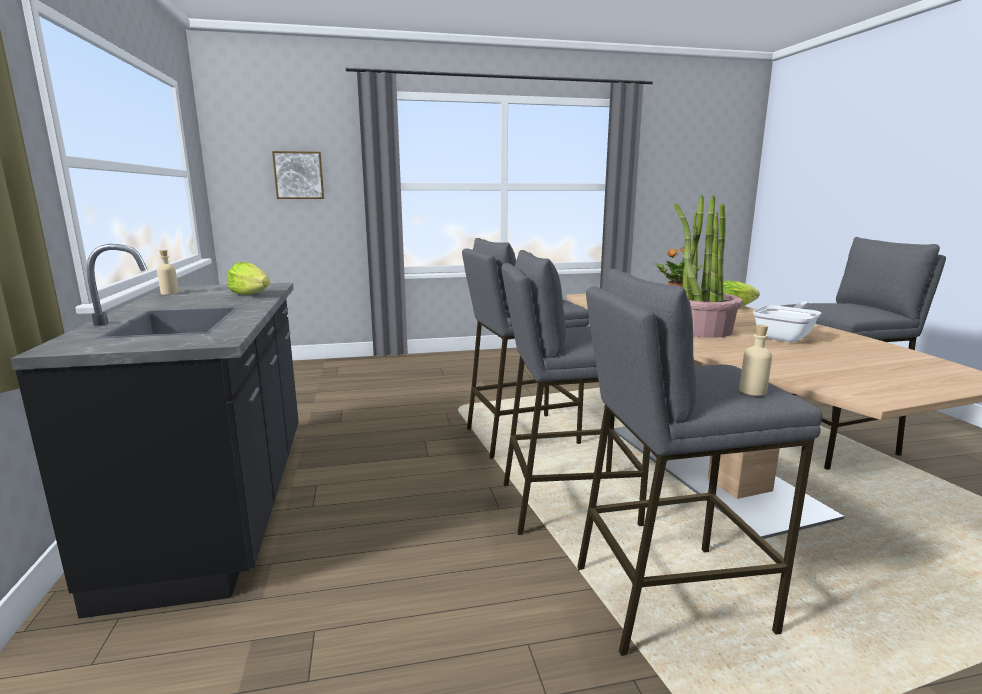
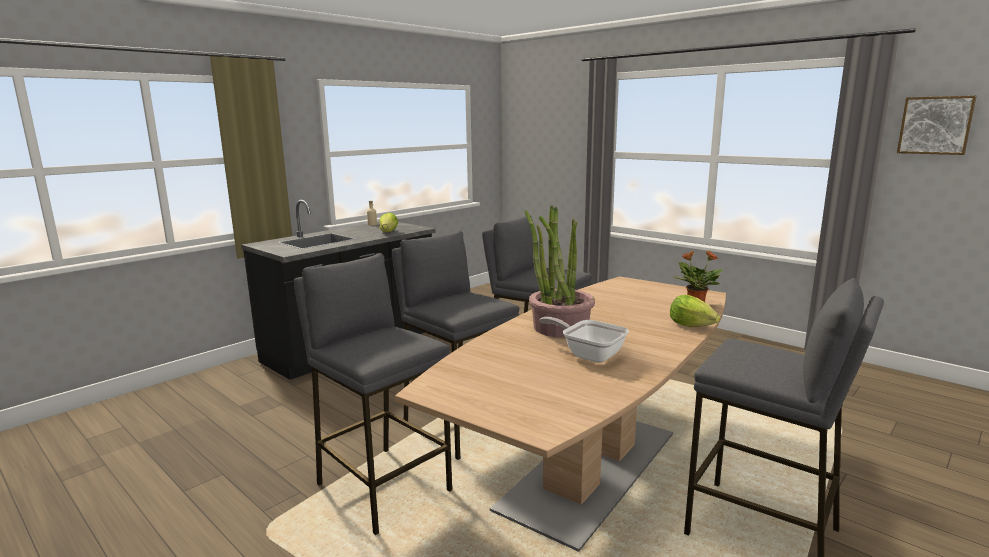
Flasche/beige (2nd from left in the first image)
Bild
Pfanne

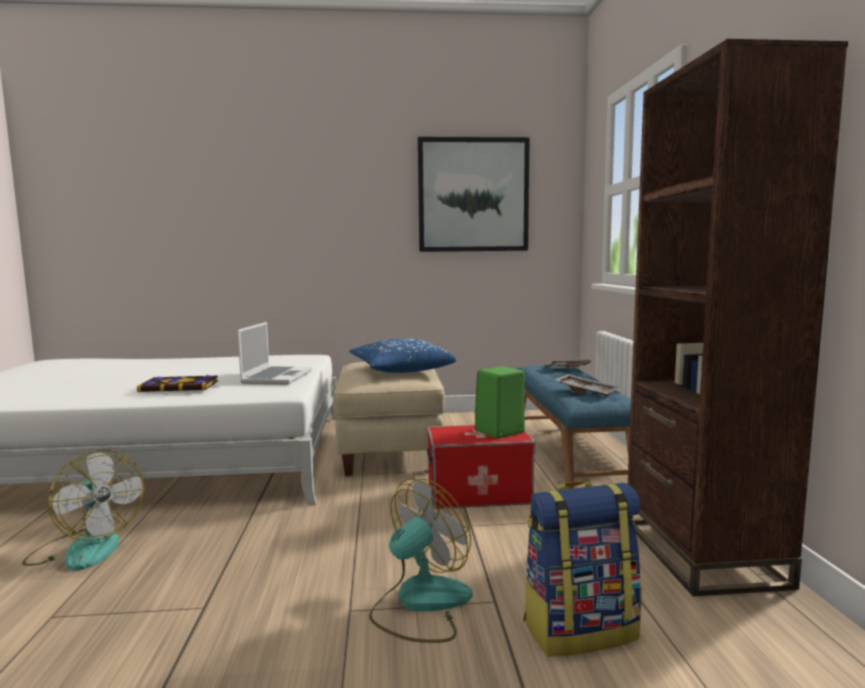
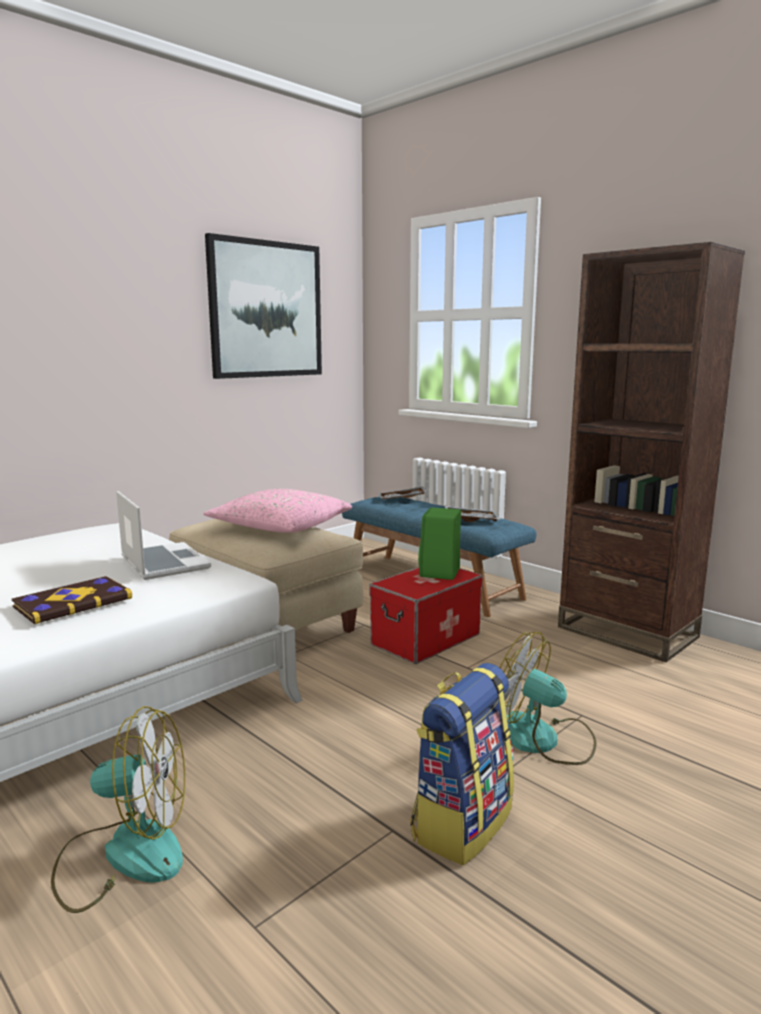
Rucksack
Kissen/rosa
Ventilator (2nd from left)

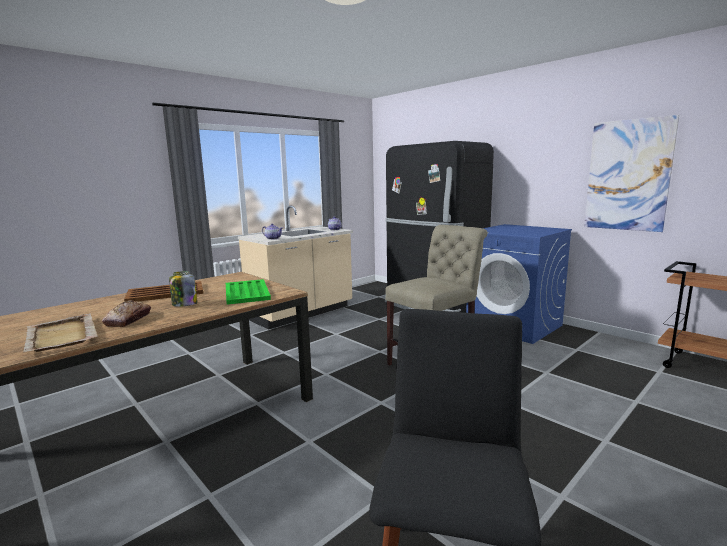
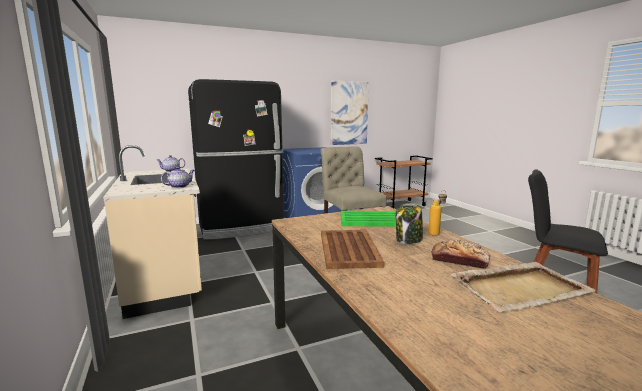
Flasche

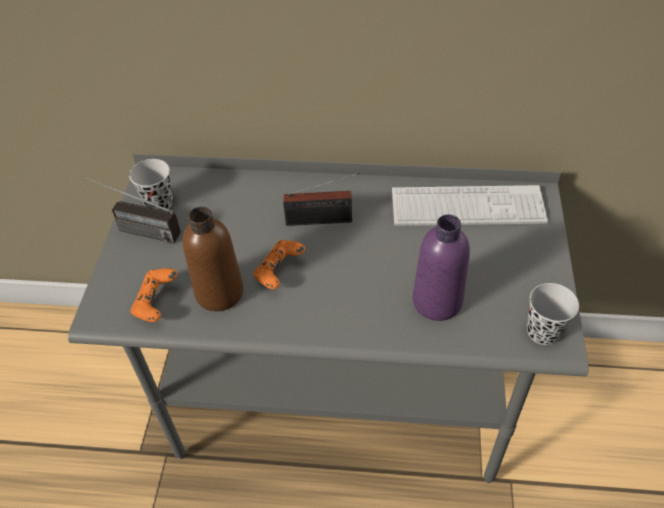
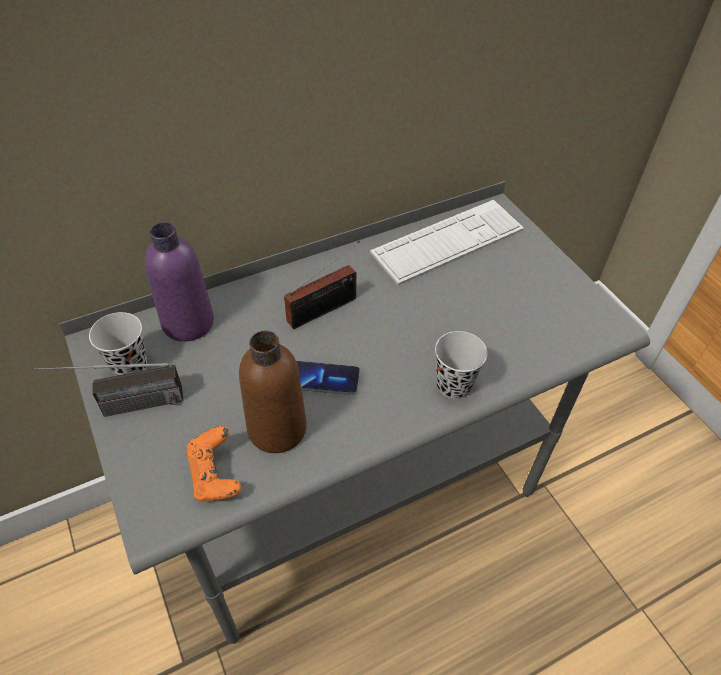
Flasche/lila
Tasse/schwarz (2nd from left)
Handy

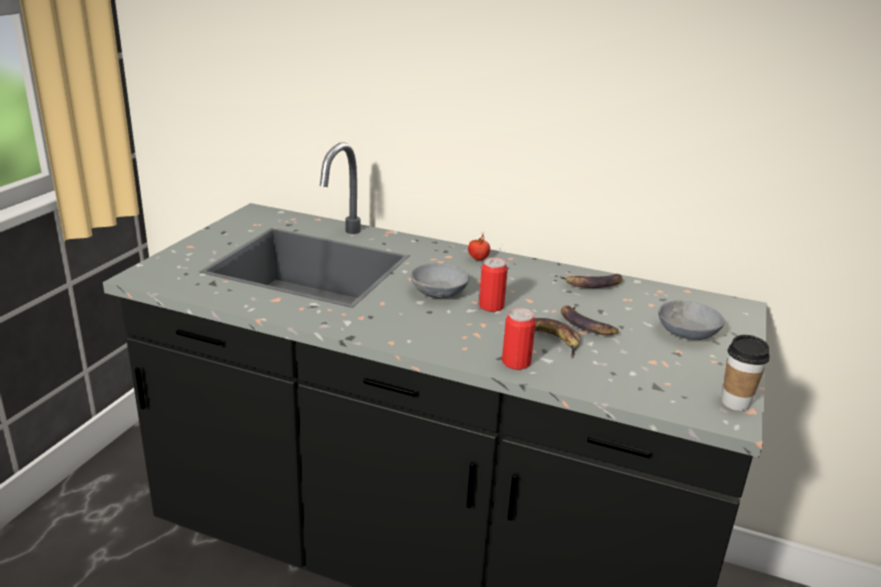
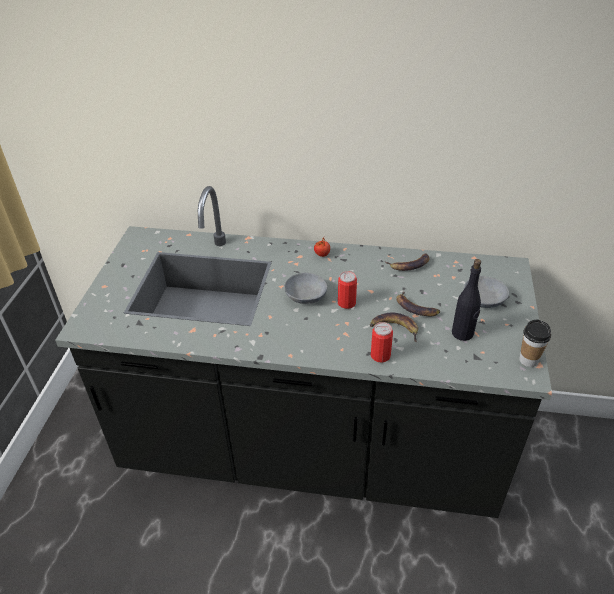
Flasche/schwarz

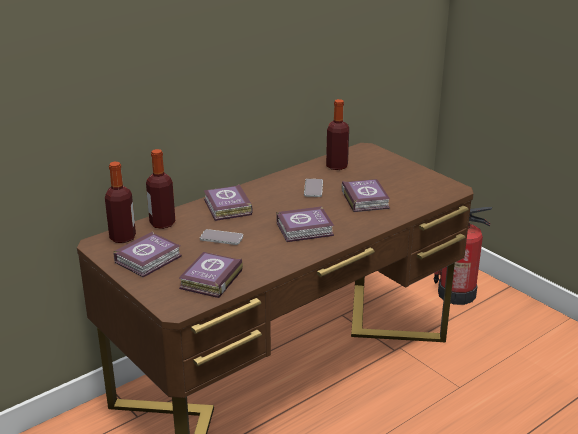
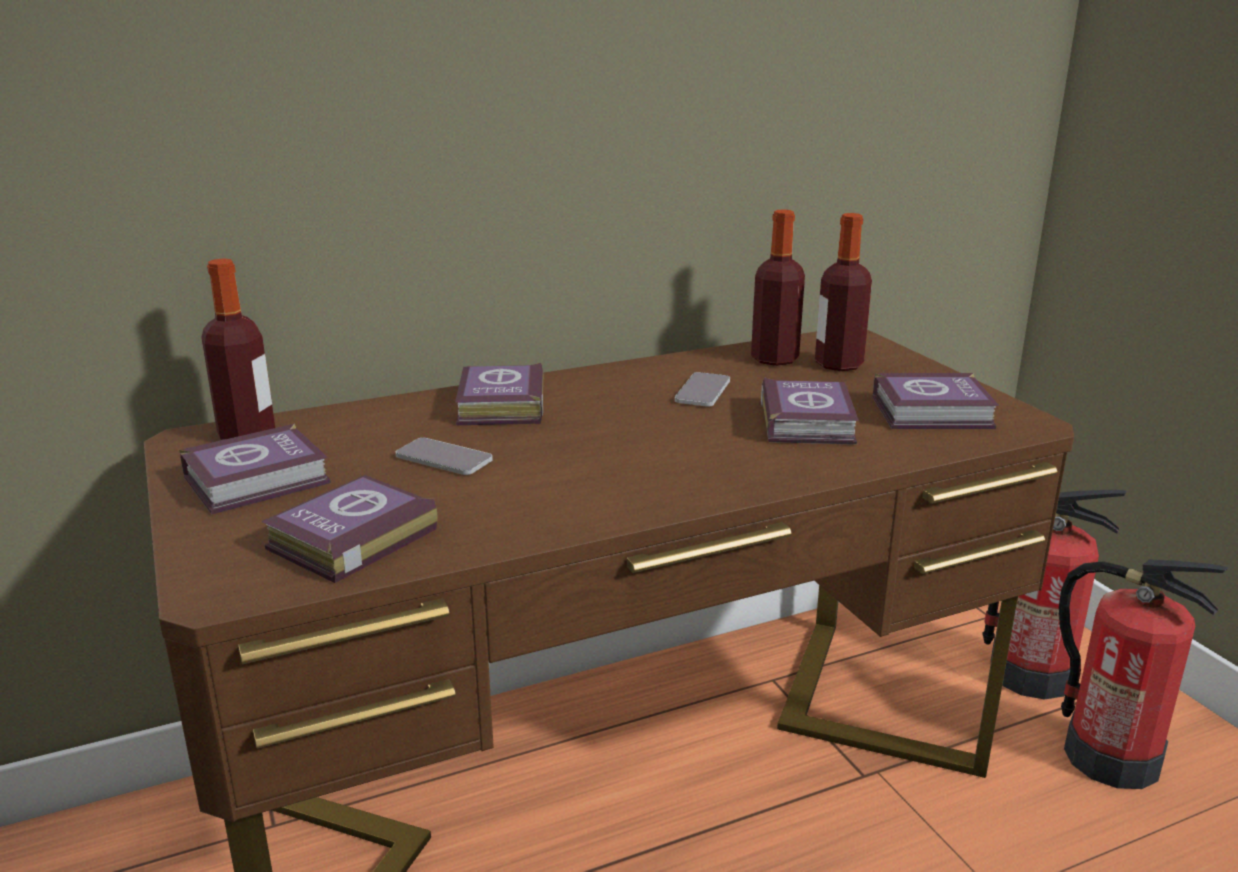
Feuerlöscher (2nd from left)
Flasche (3rd from left)
Buch (5th from left)

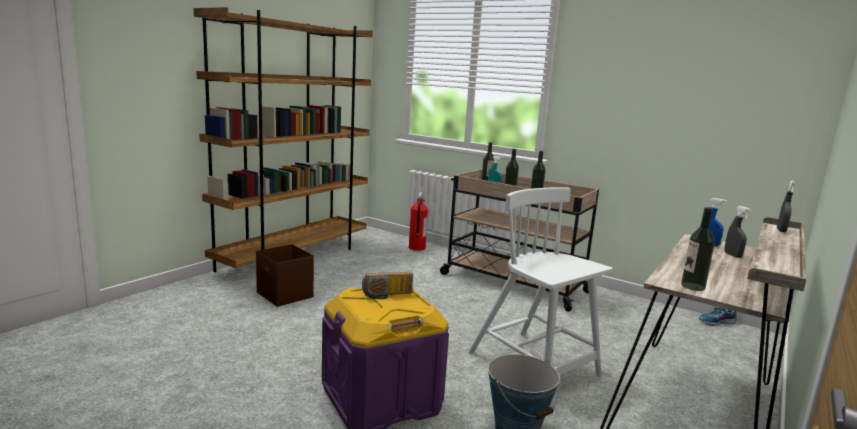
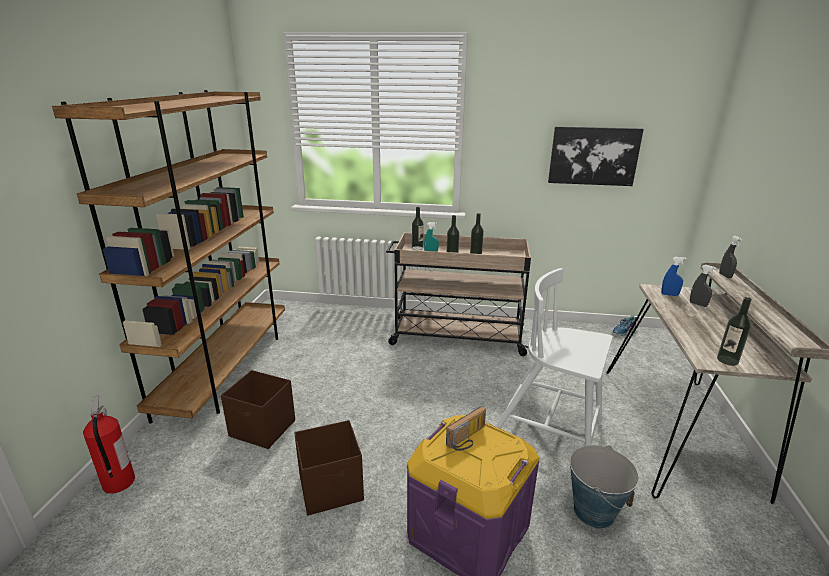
Aufbewahrungsbox/braun (2nd from left)
Bild
Feuerlöscher

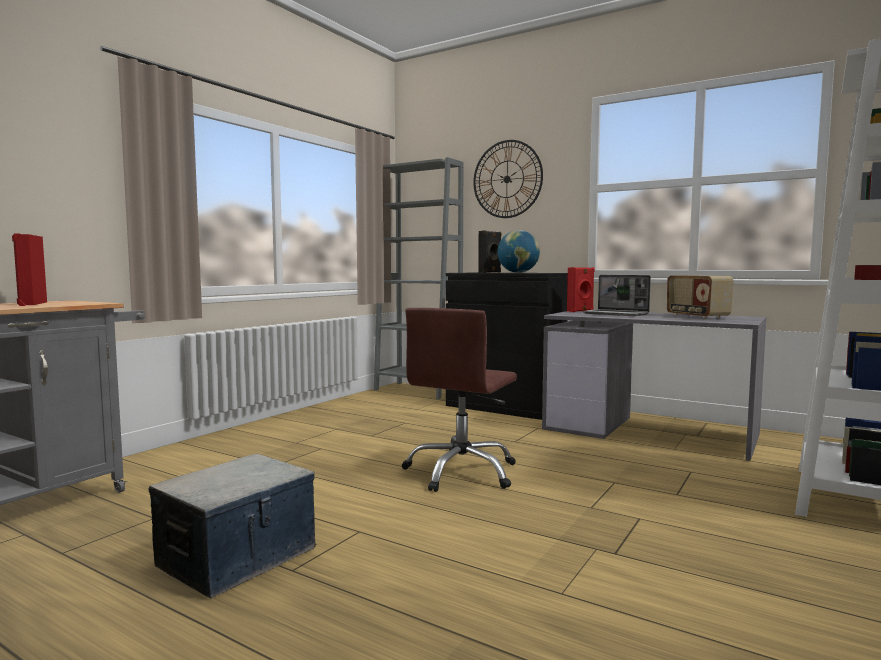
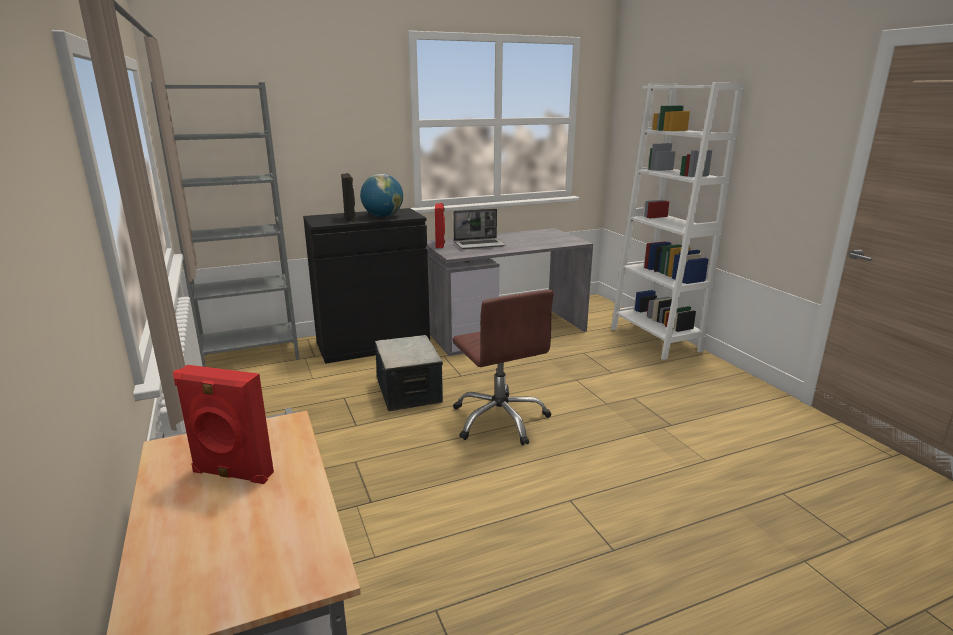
Wanduhr
Radio
Aufbewahrungsbox

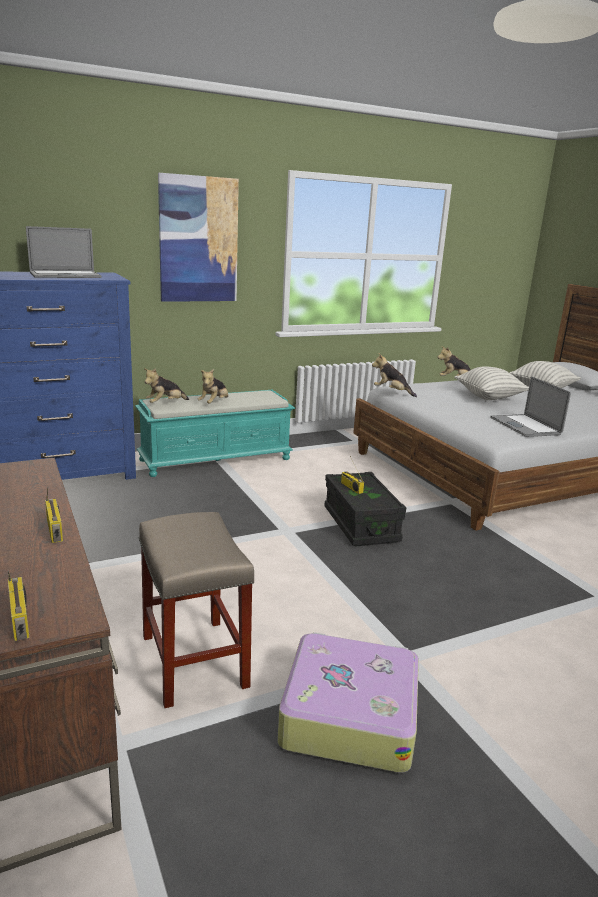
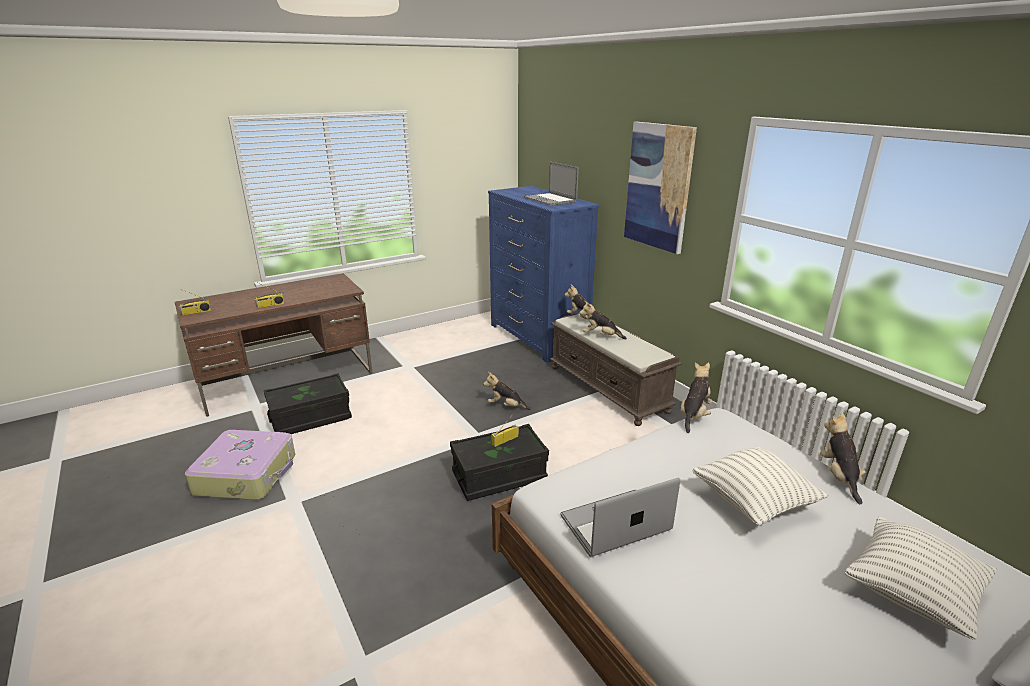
Plüschtier (1st from left)
Aufbewahrungsbox/schwarz (1st from left)
Bank/braun

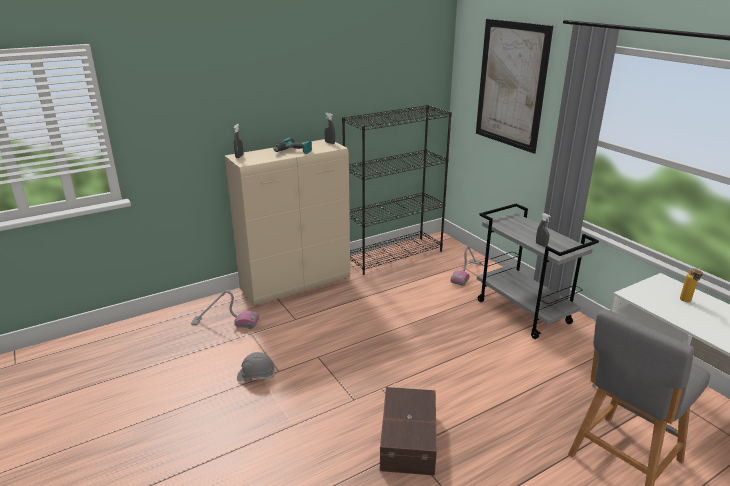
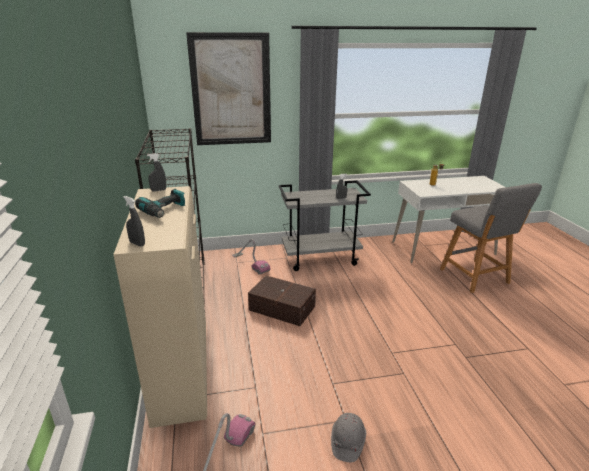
Aufbewahrungsbox/braun

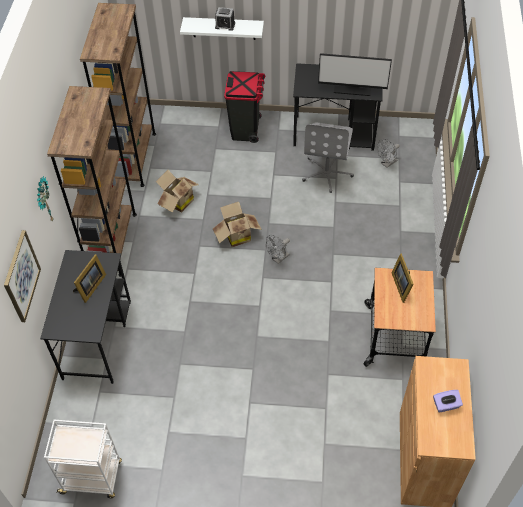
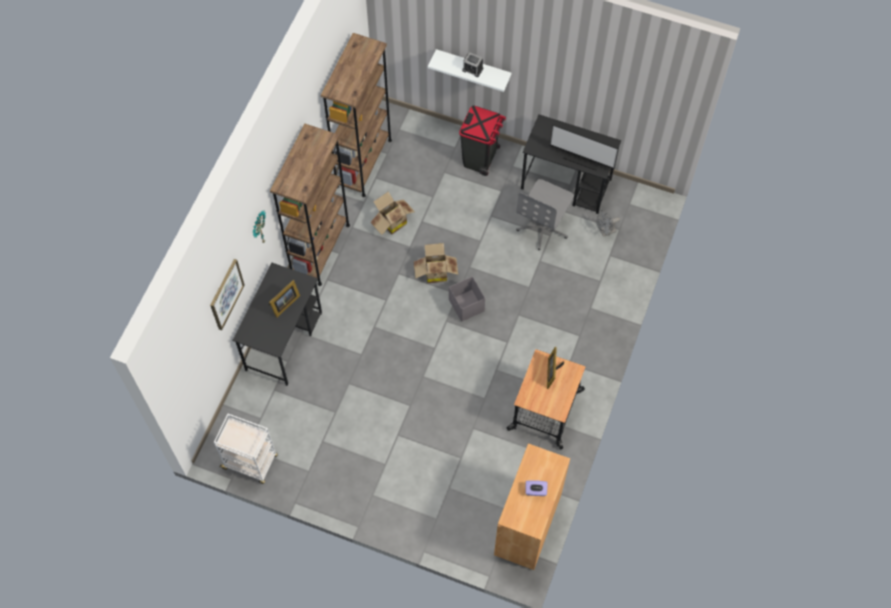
Aufbewahrungsbox/grau

